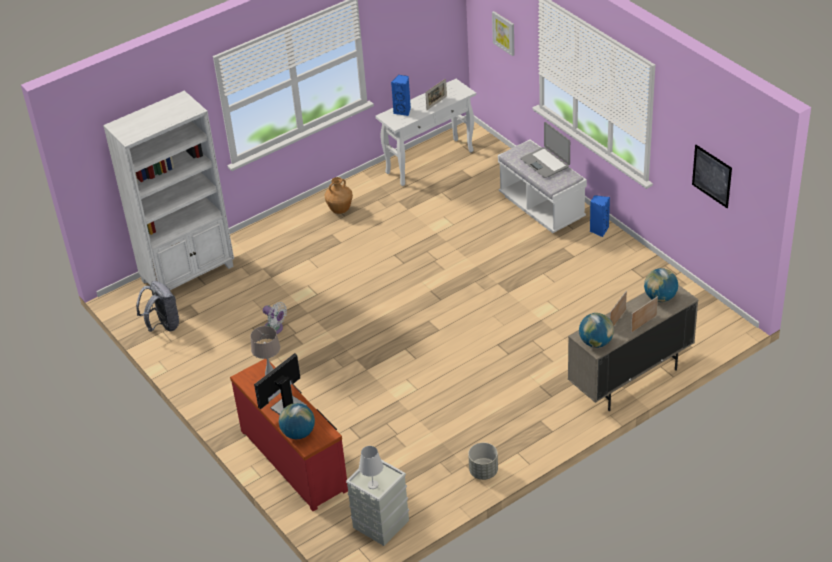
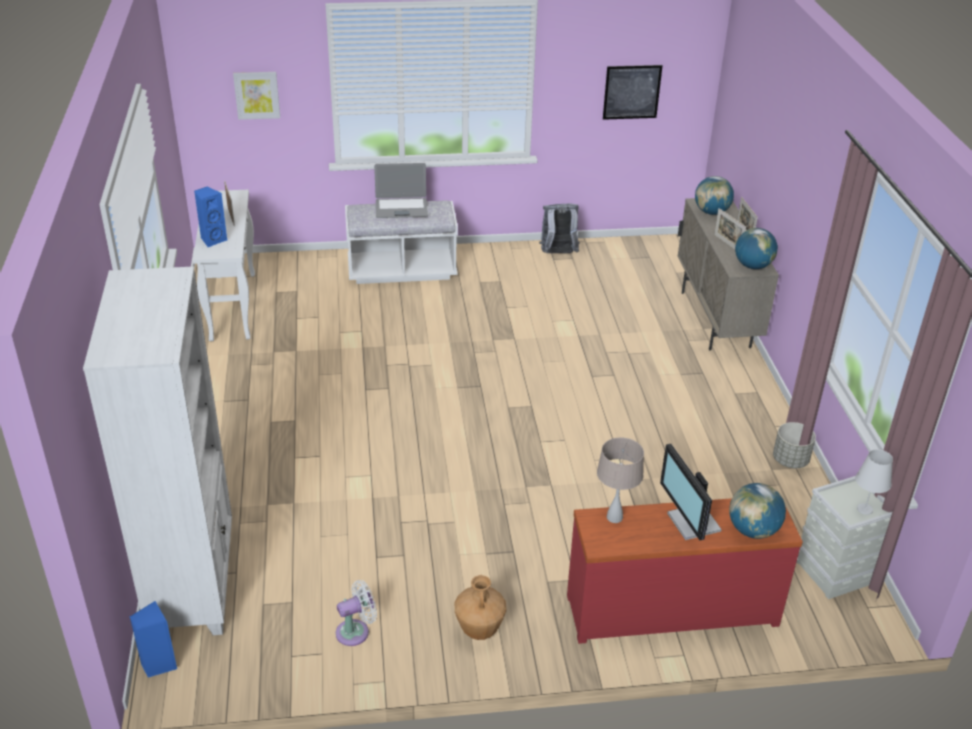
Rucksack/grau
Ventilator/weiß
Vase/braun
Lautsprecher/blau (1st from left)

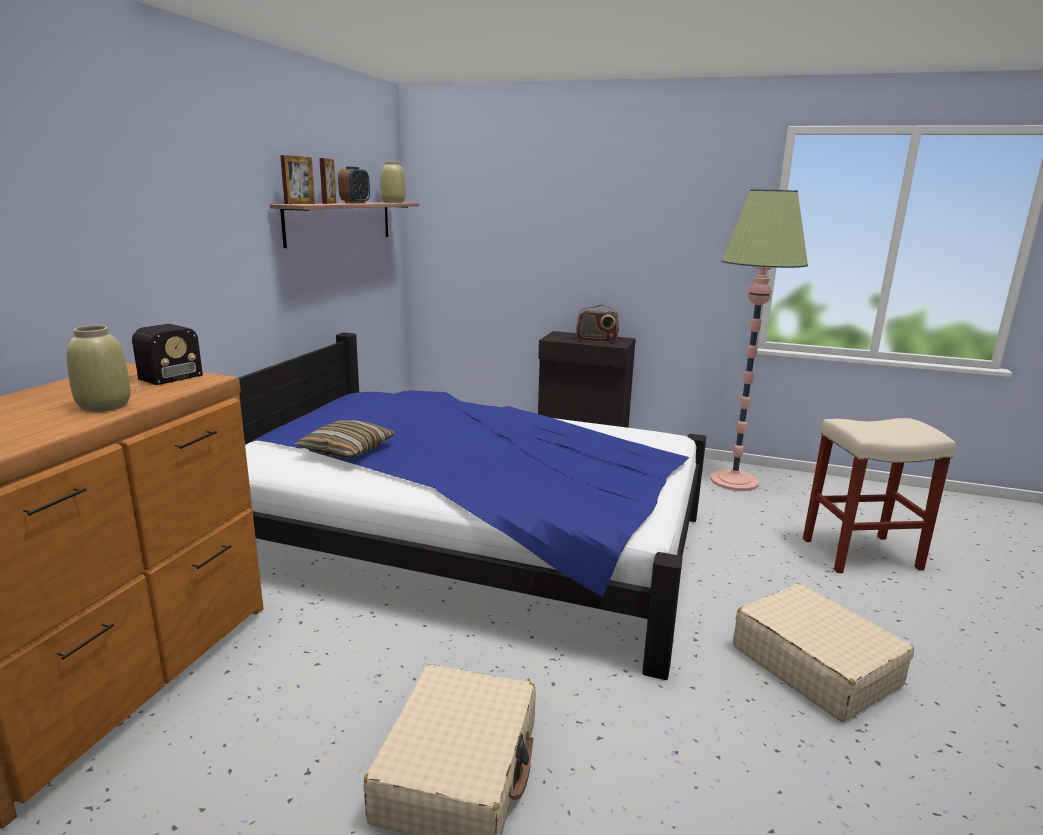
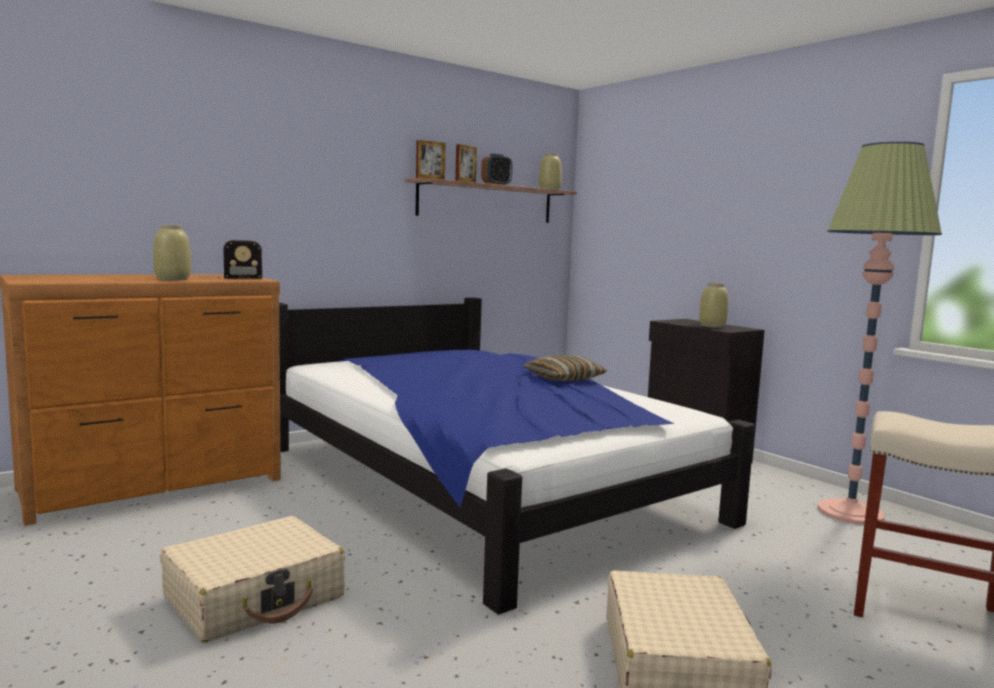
Kissen
Vase/beige (3rd from left)

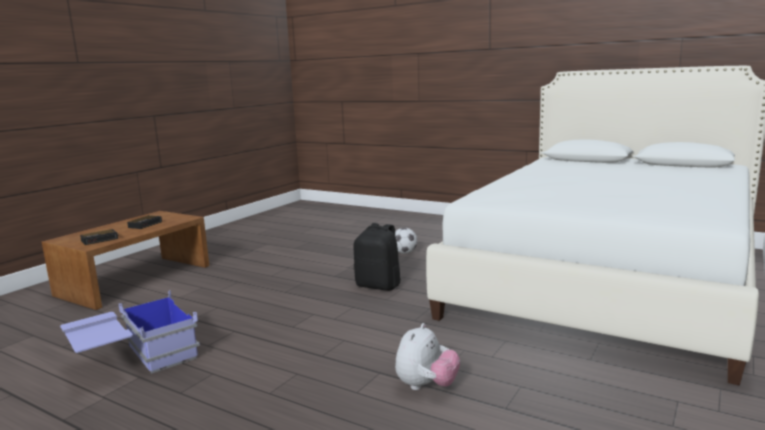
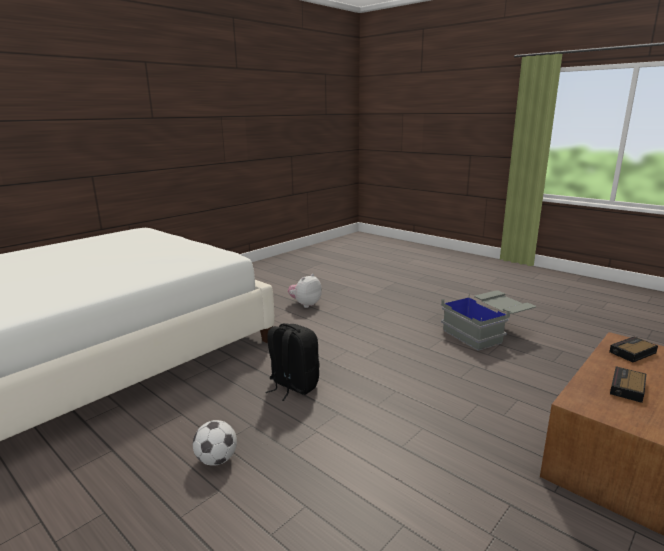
Aufbewahrungsbox/grau

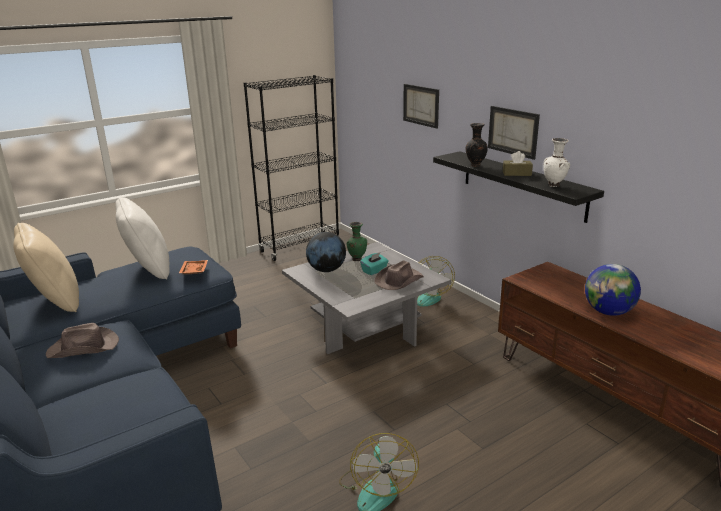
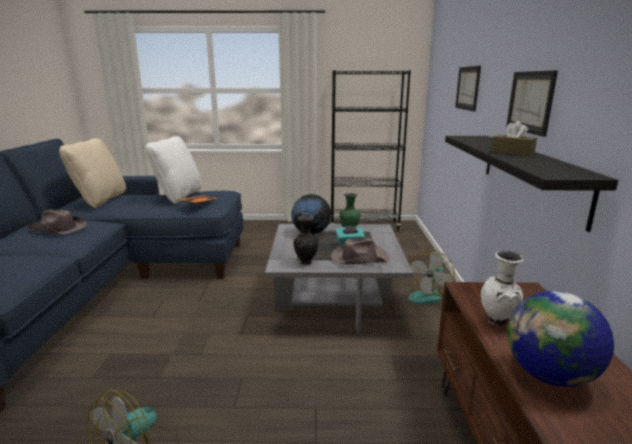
Vase/schwarz
Vase/weiß

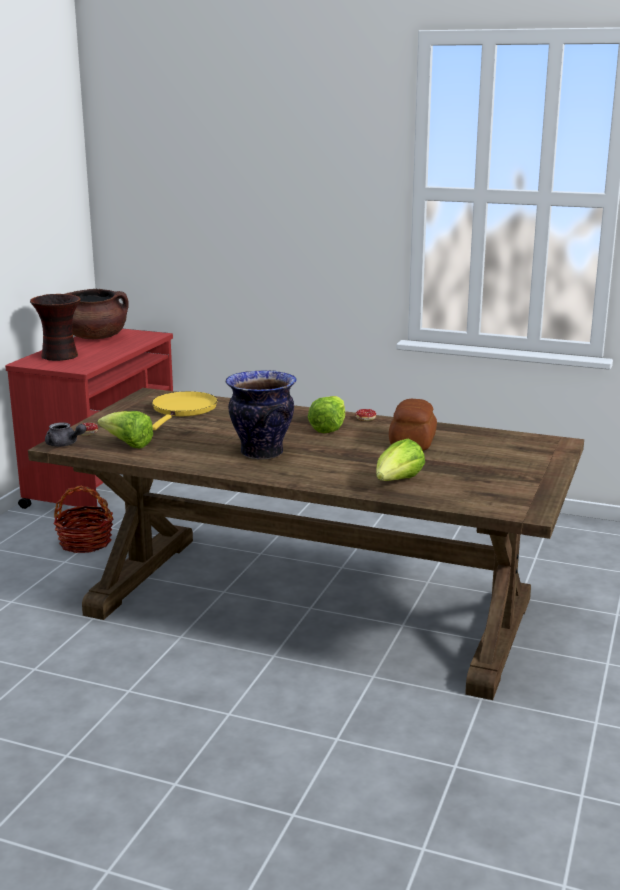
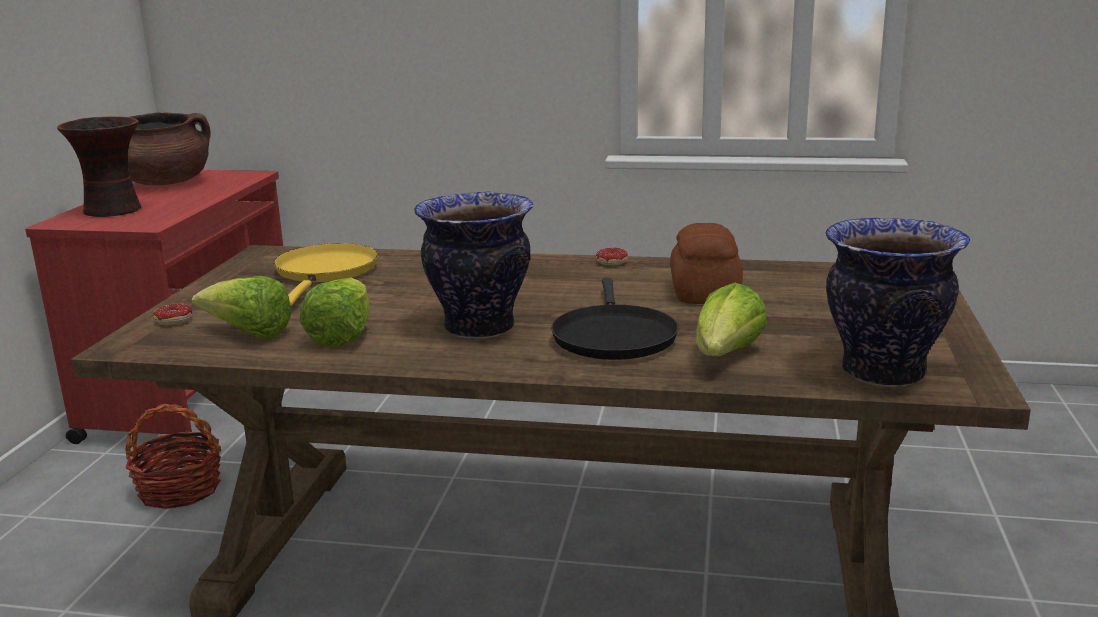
Teekanne/grau
Pfanne/schwarz
Vase (3rd from left)
Salatkopf (2nd from left)

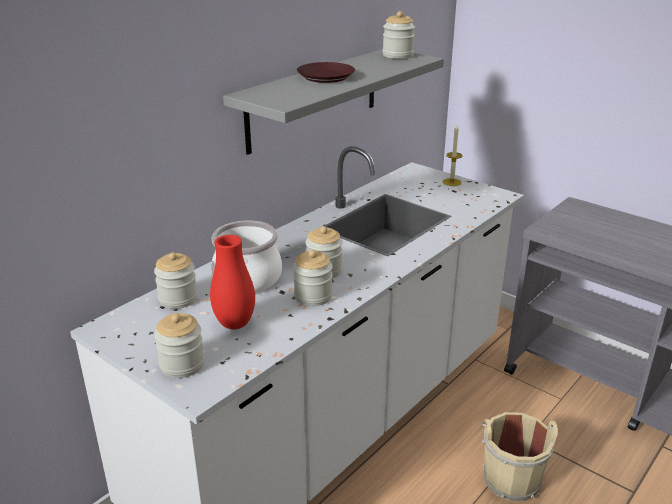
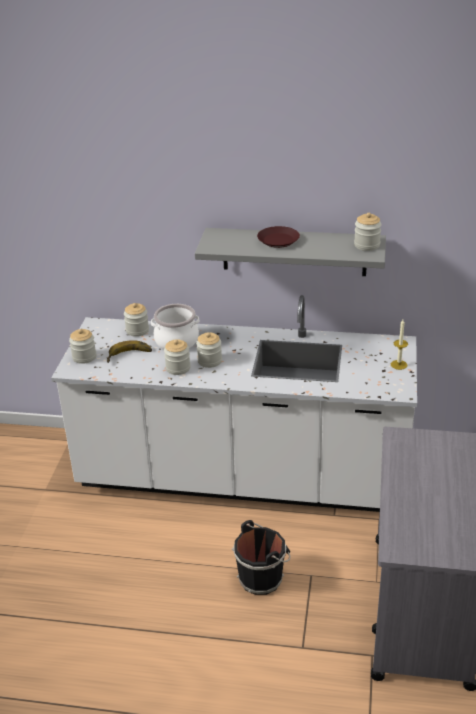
Banane
Eimer/schwarz

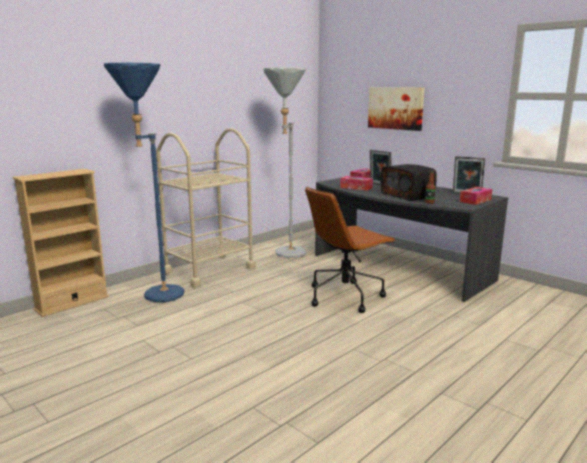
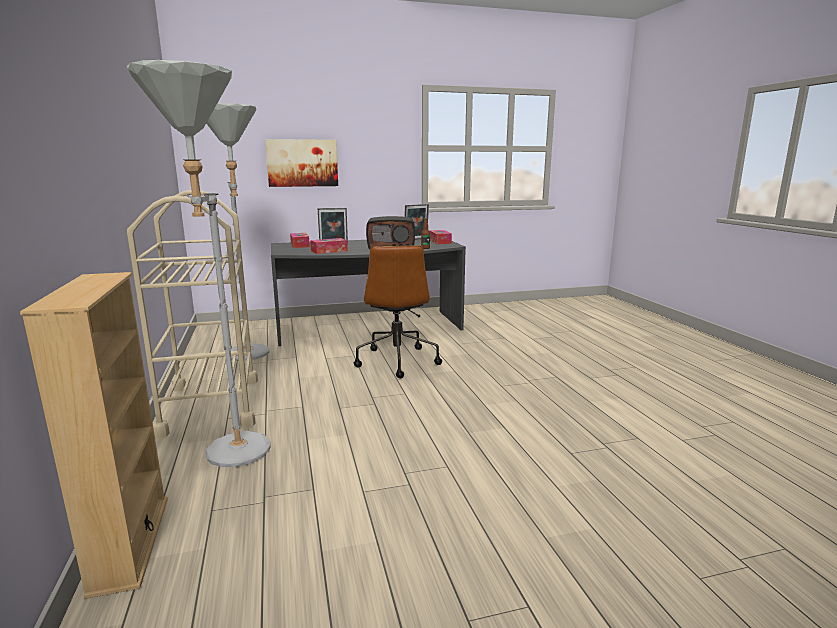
Stehlampe/grau (1st from left)

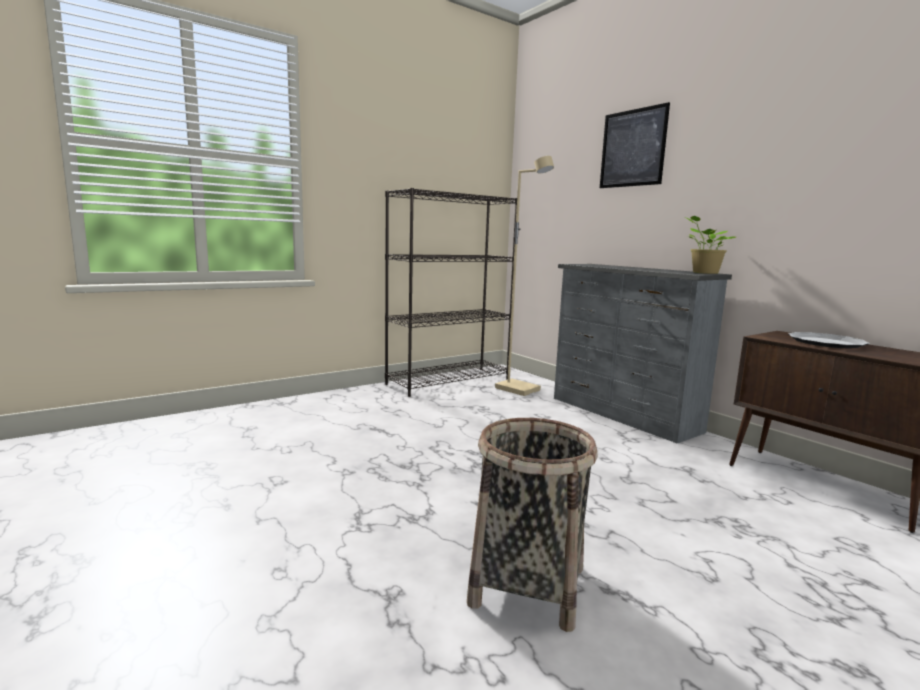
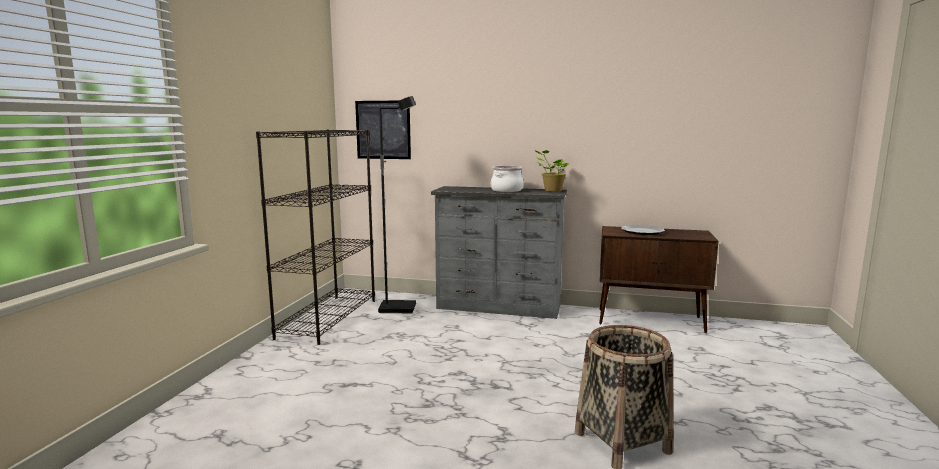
Kochtopf
Bild
Stehlampe/schwarz

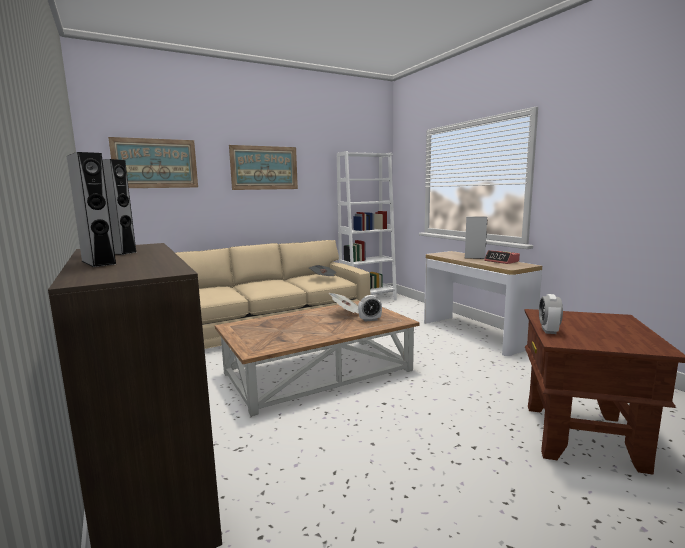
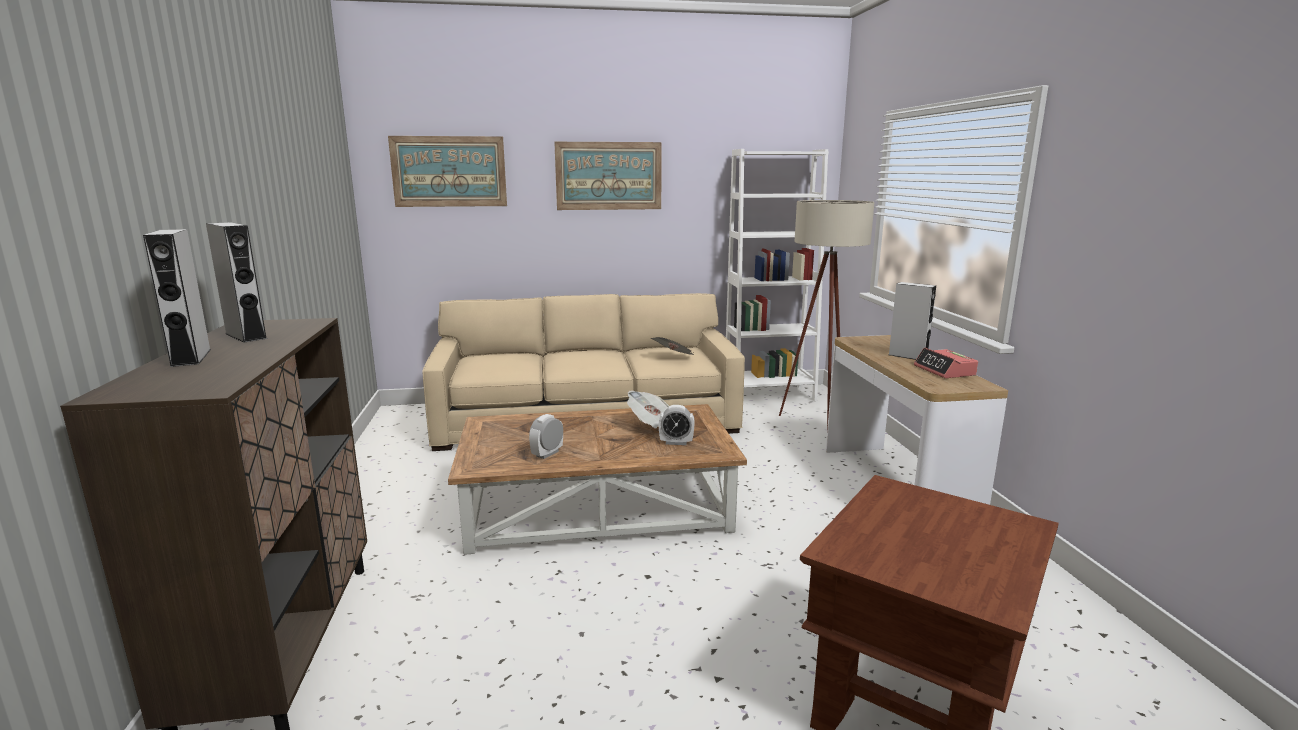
Stehlampe/beige
Wecker (1st from left)

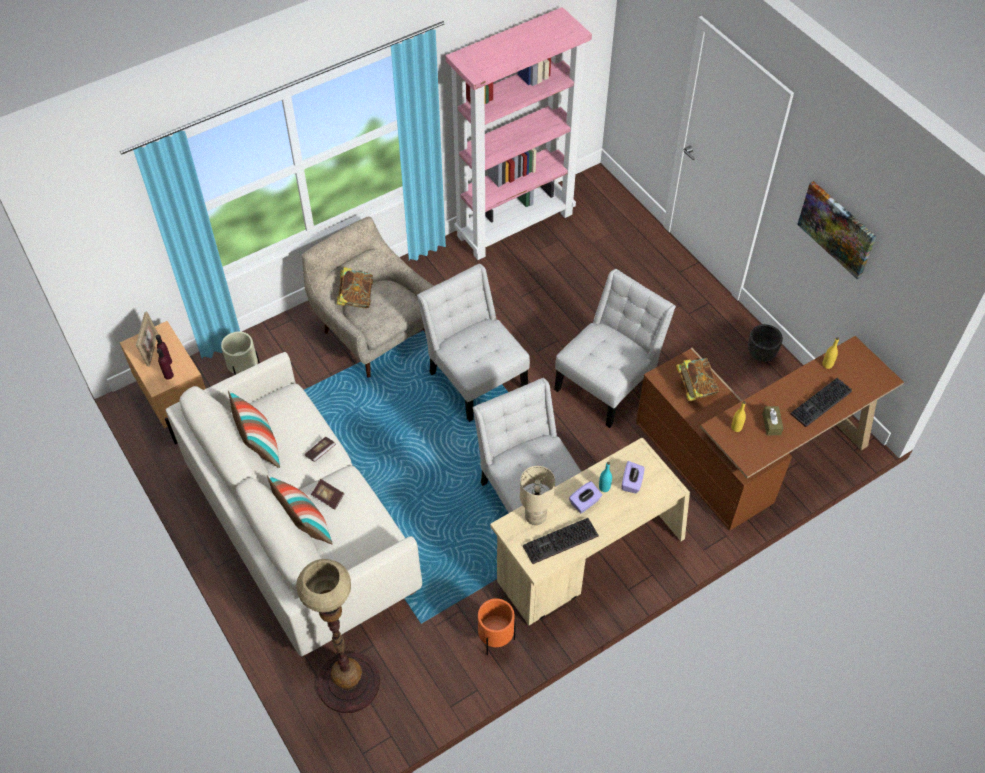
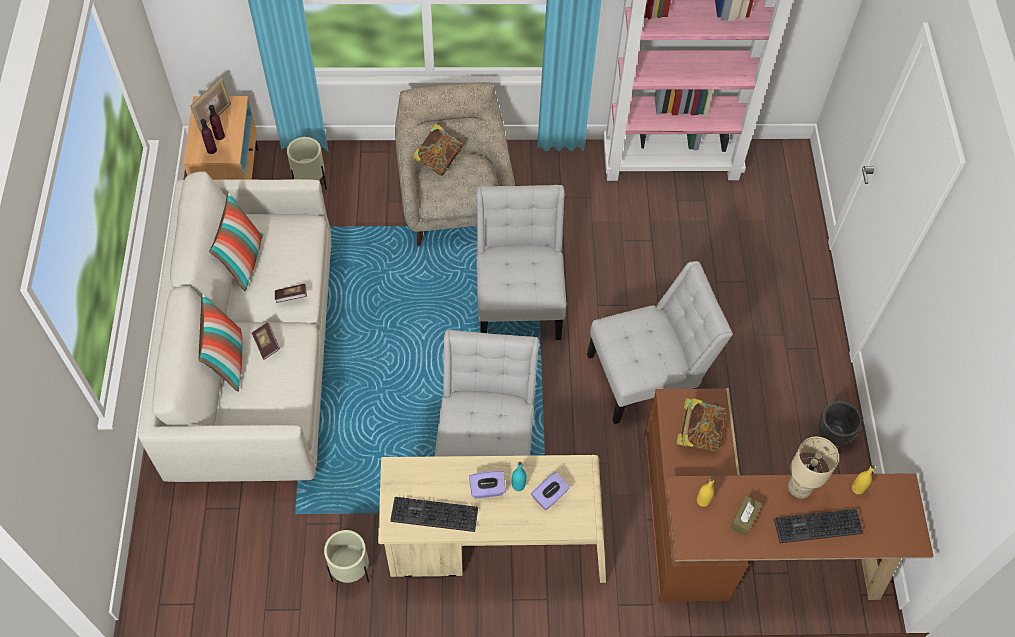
Stehlampe
Bild
Tischlampe/beige
Pflanzkübel/beige (2nd from left)

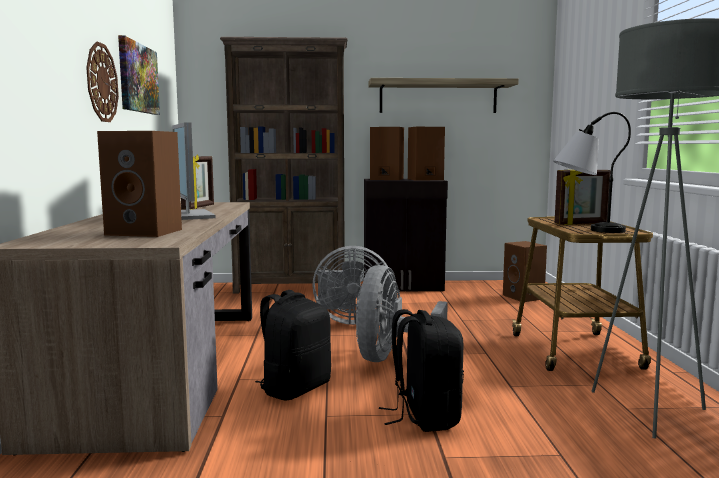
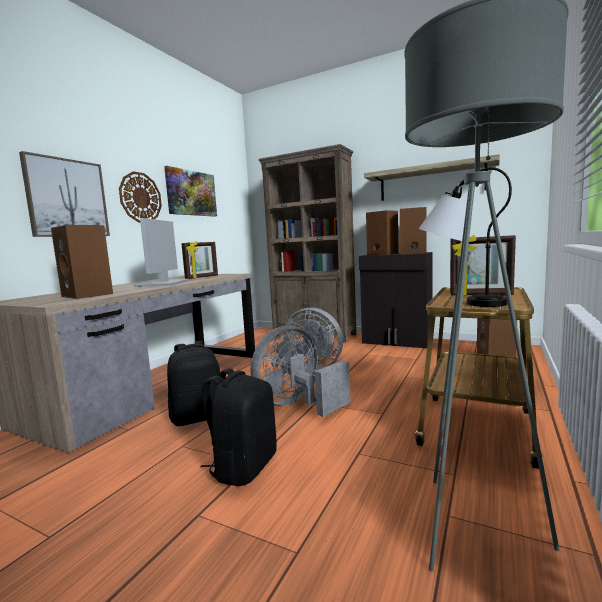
Bild (1st from left)

